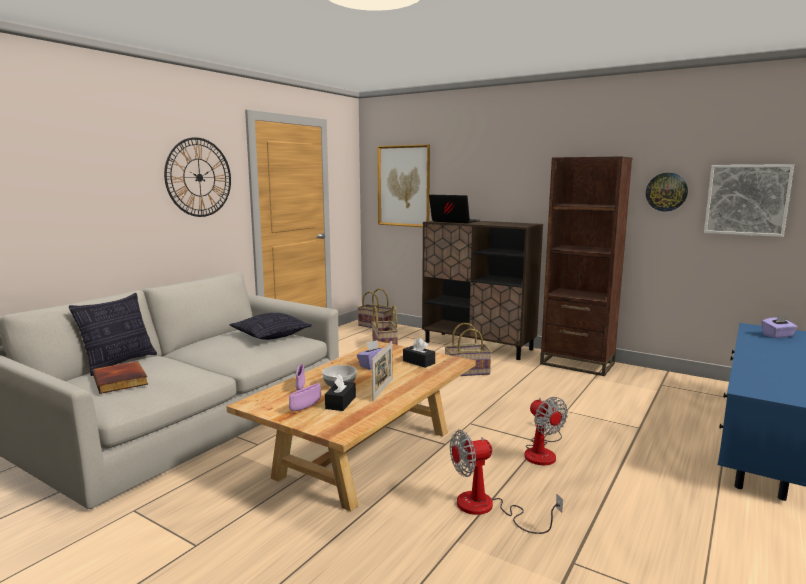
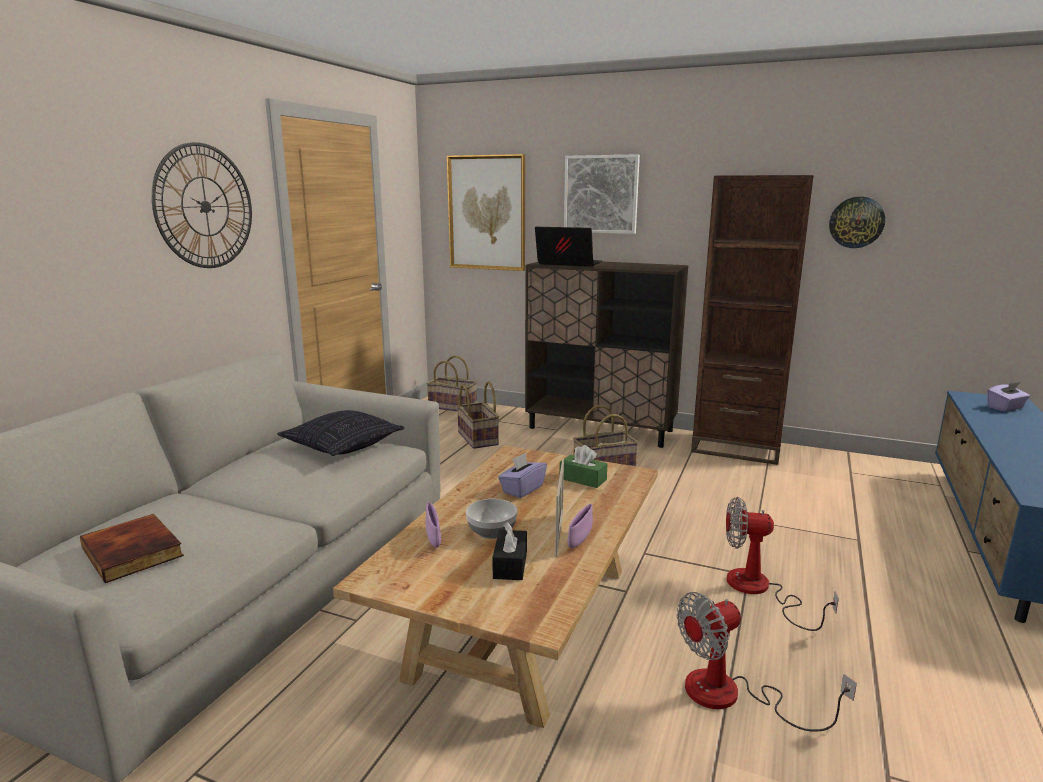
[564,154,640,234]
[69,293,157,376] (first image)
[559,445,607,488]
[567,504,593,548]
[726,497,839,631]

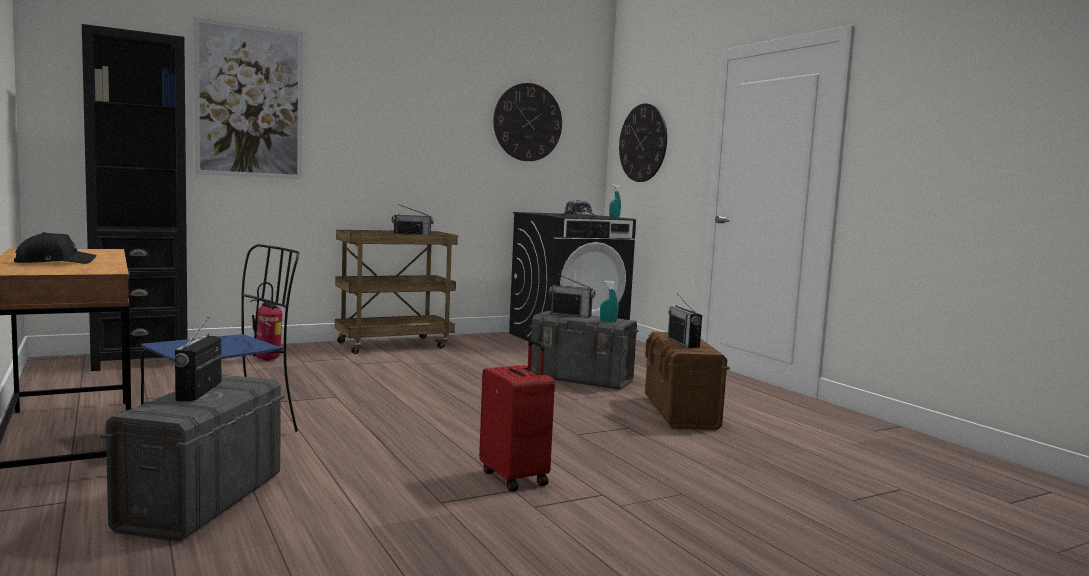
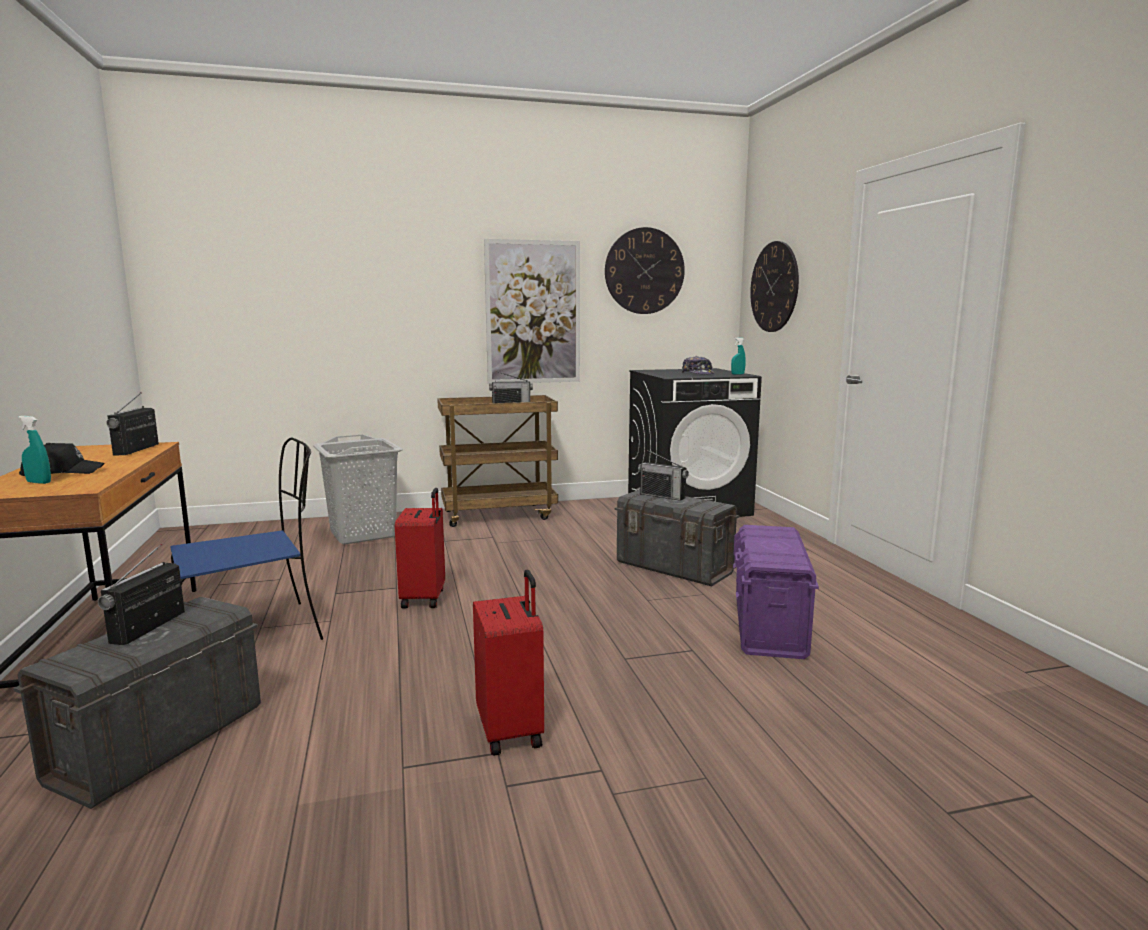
[484,239,580,384]
[82,24,188,371] (first image)
[18,416,51,484]
[313,434,403,545]
[106,392,159,455]
[733,525,819,659]
[395,488,445,609]

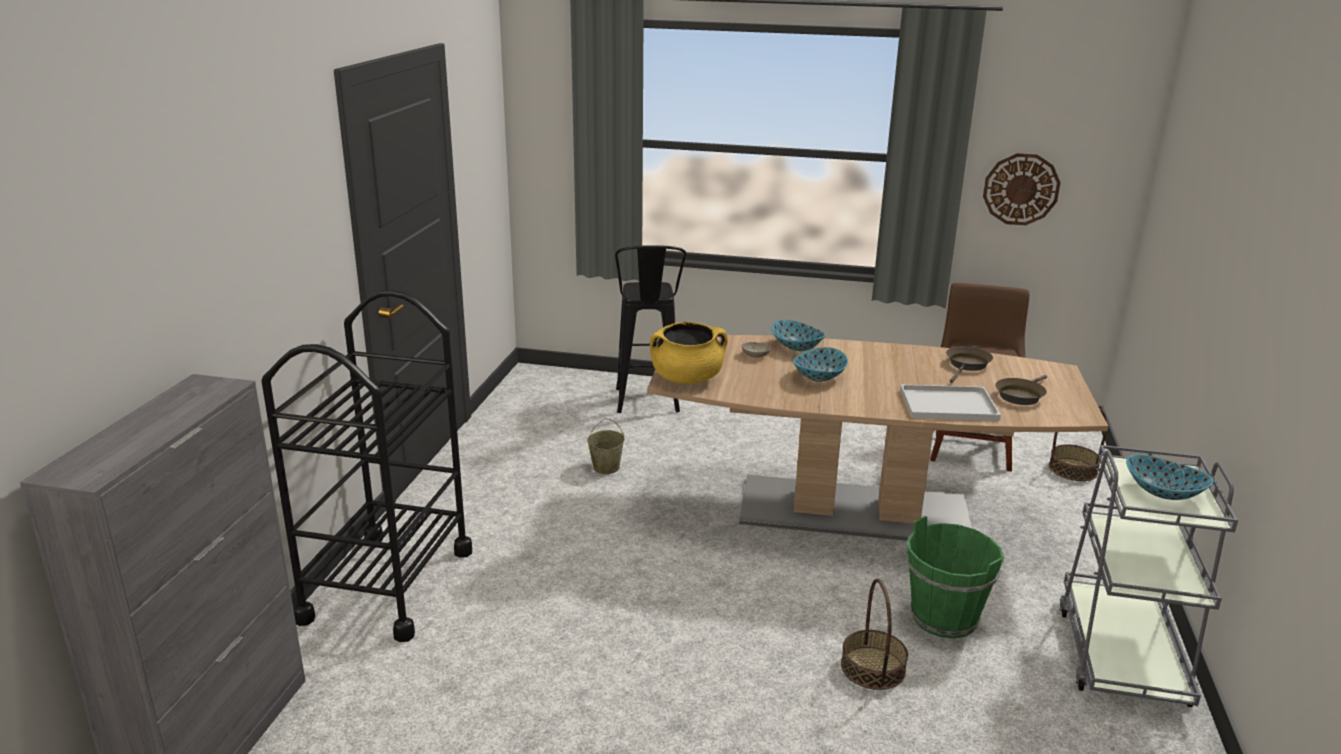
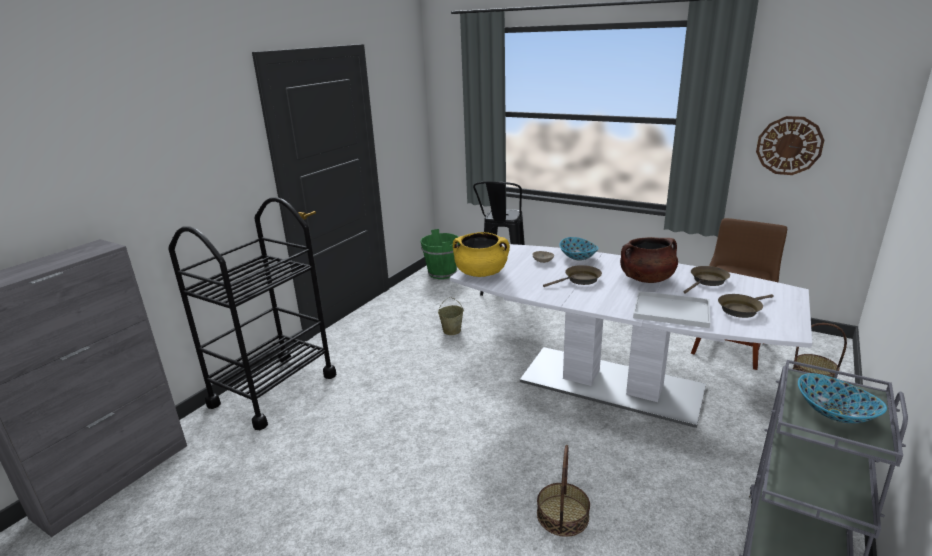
[450,244,812,428]
[543,265,602,287]
[420,229,460,279]
[620,237,678,283]

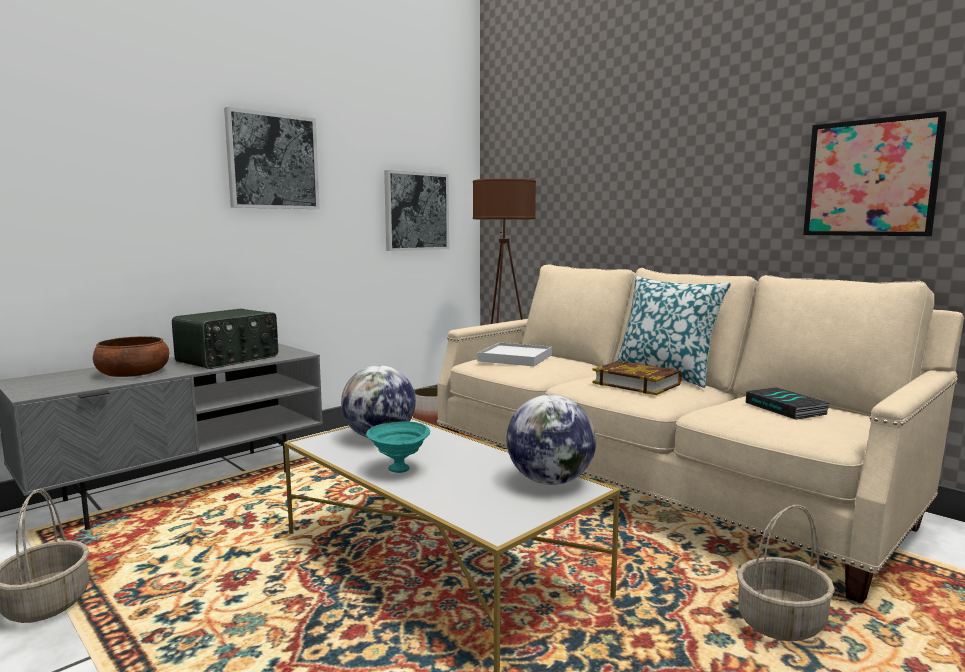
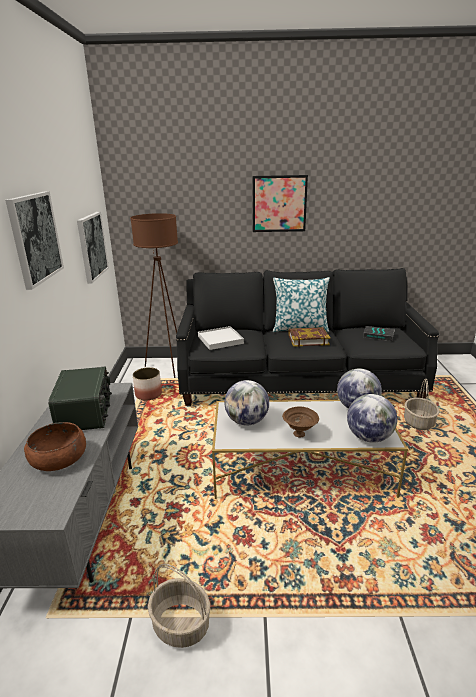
[253,175,308,232]
[176,268,439,406]
[282,407,319,438]
[347,394,397,443]

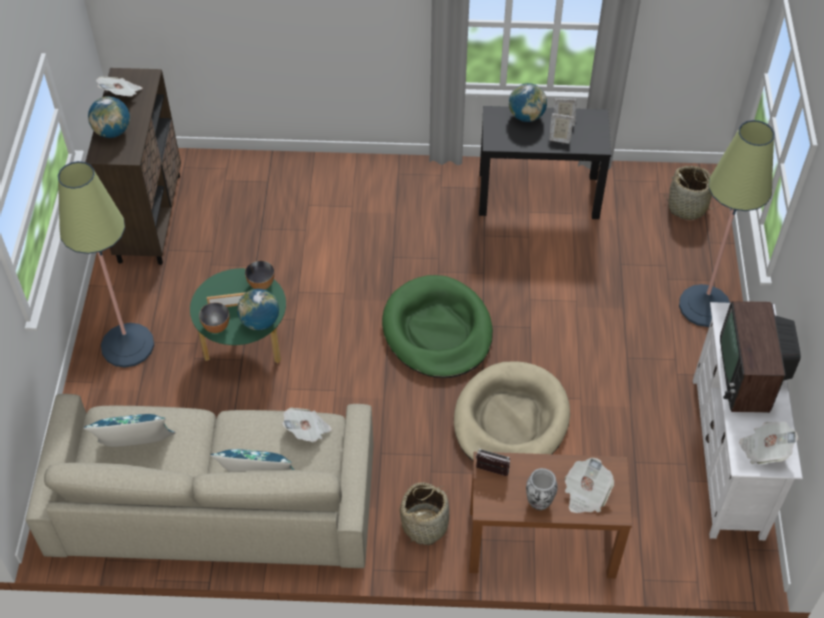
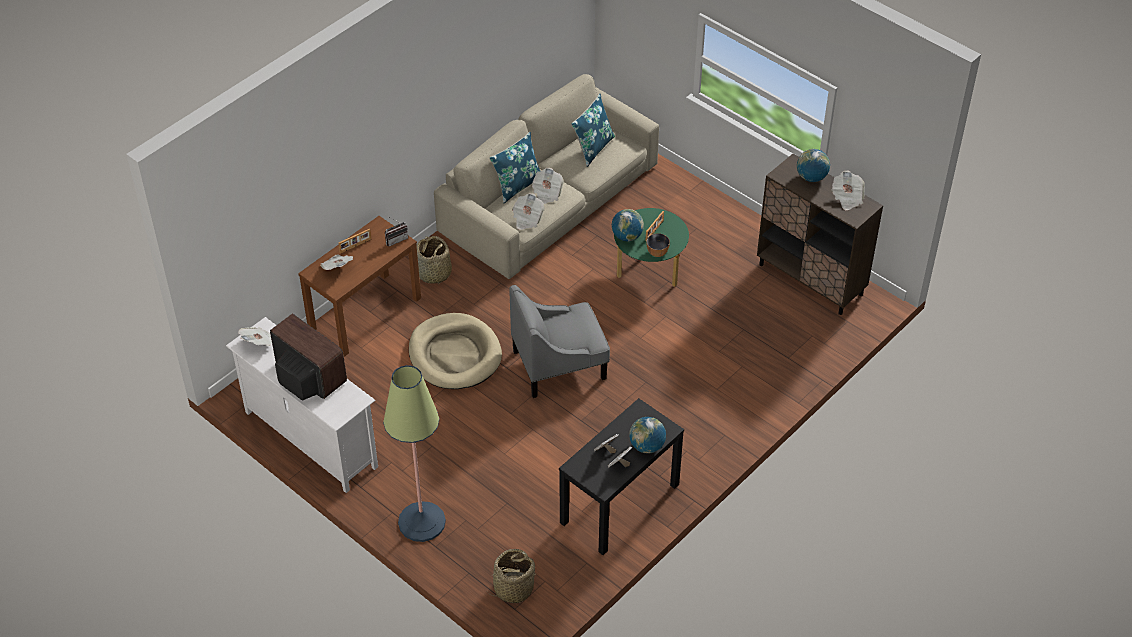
[58,161,154,368] (first image)
[509,285,610,398]
[199,302,230,333] (first image)
[338,229,371,254]
[531,168,564,204]

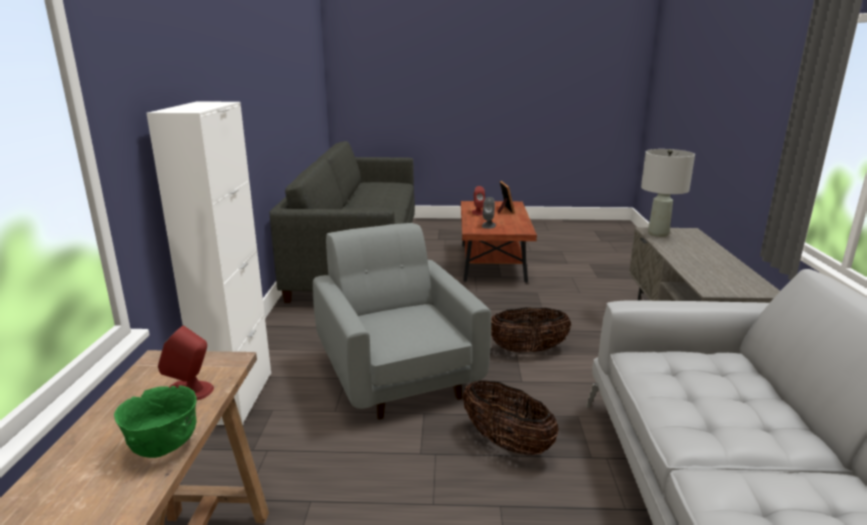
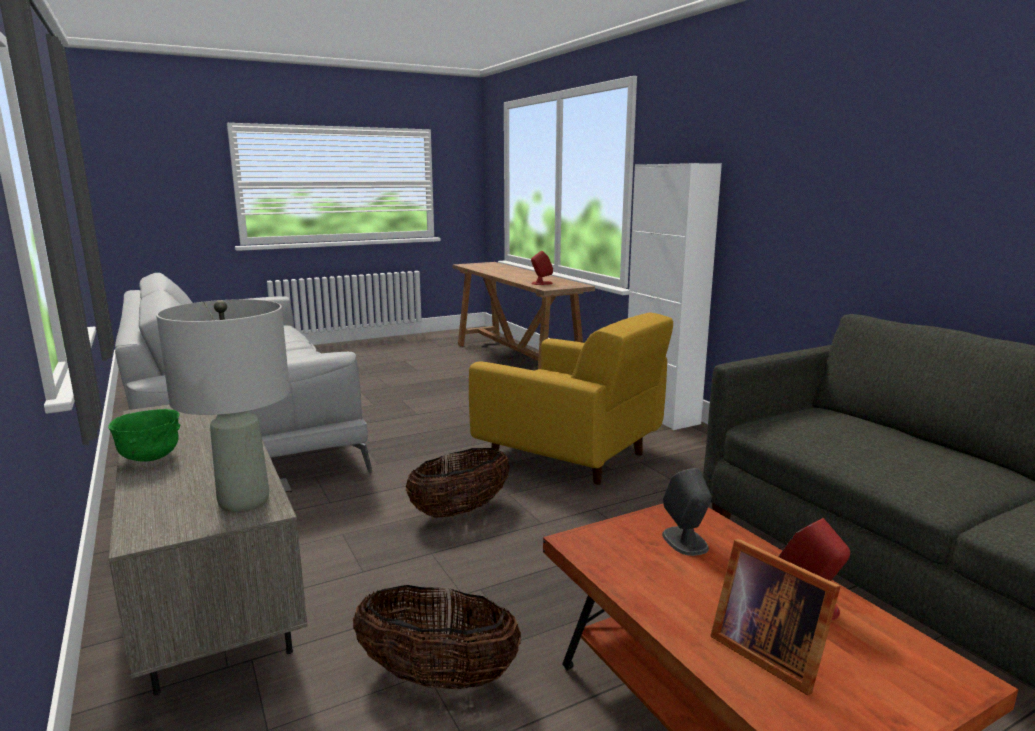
[469,312,673,485]
[353,585,521,690]
[108,409,180,462]

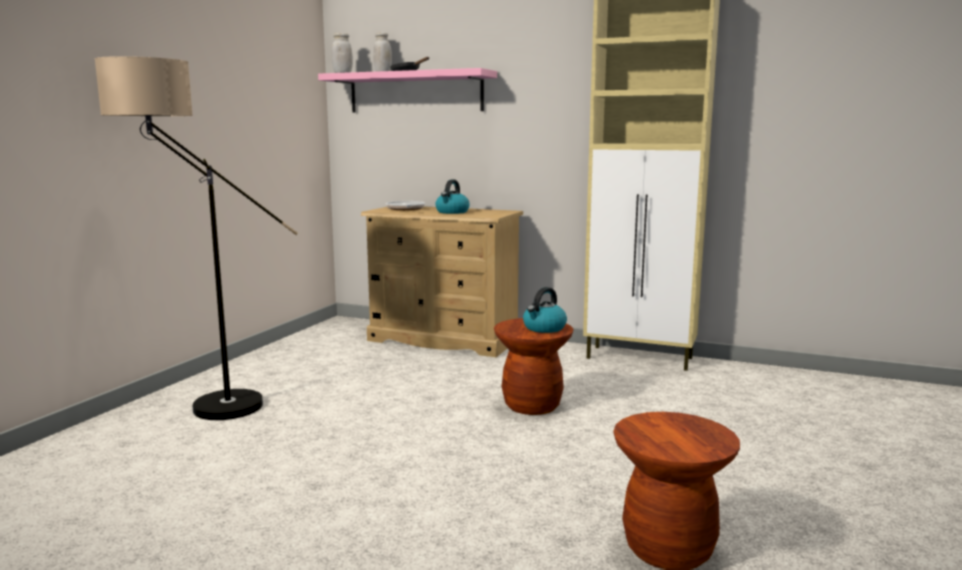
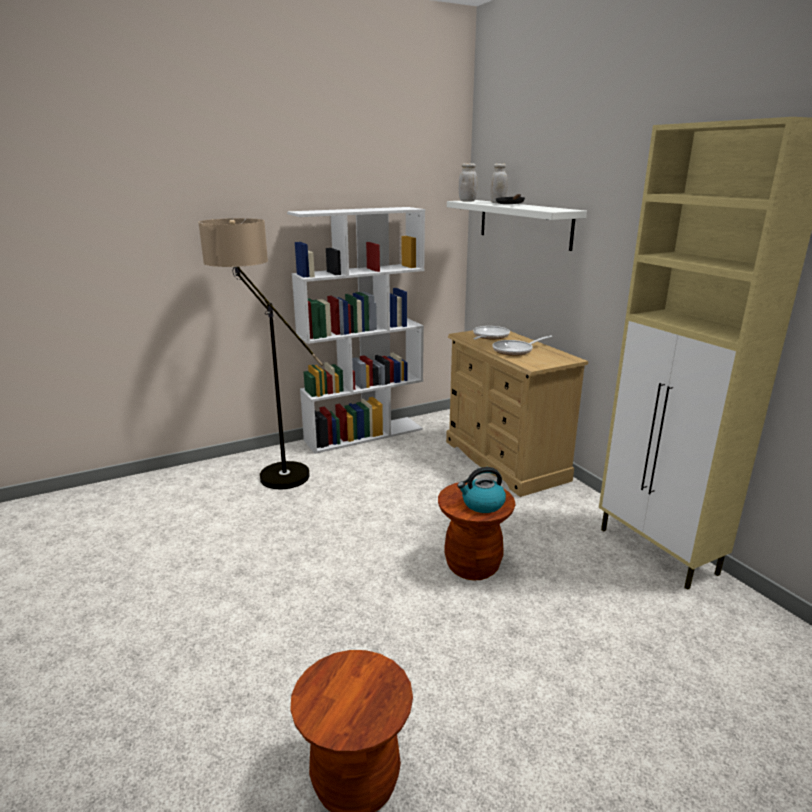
[447,200,587,251]
[492,335,552,356]
[287,207,425,454]

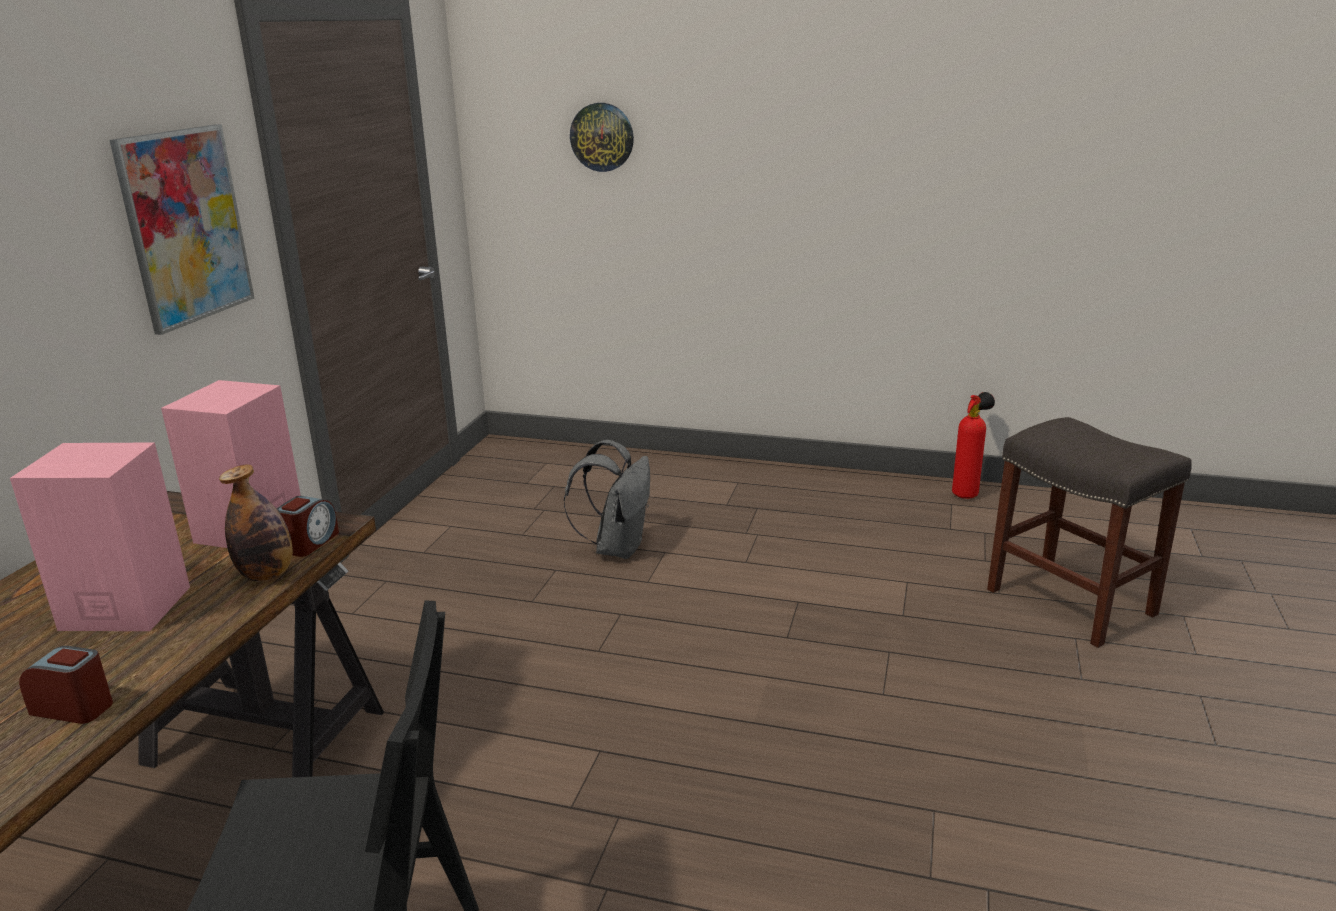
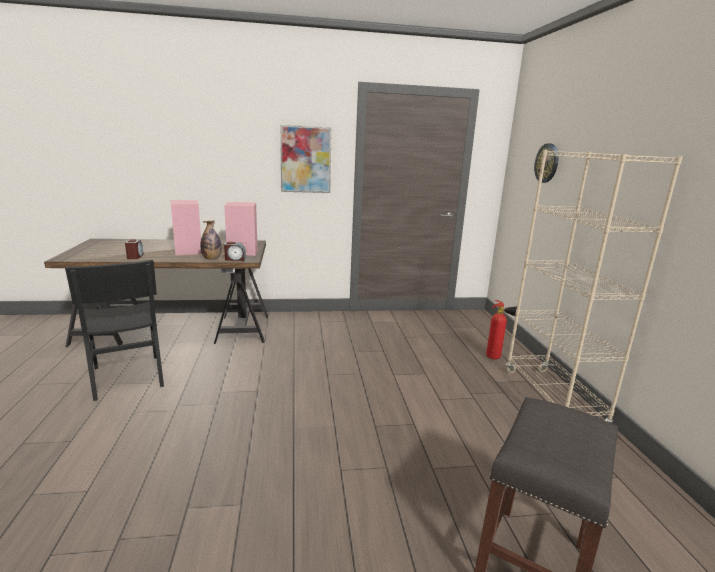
[486,300,517,360]
[564,440,650,559] (first image)
[506,150,682,423]

